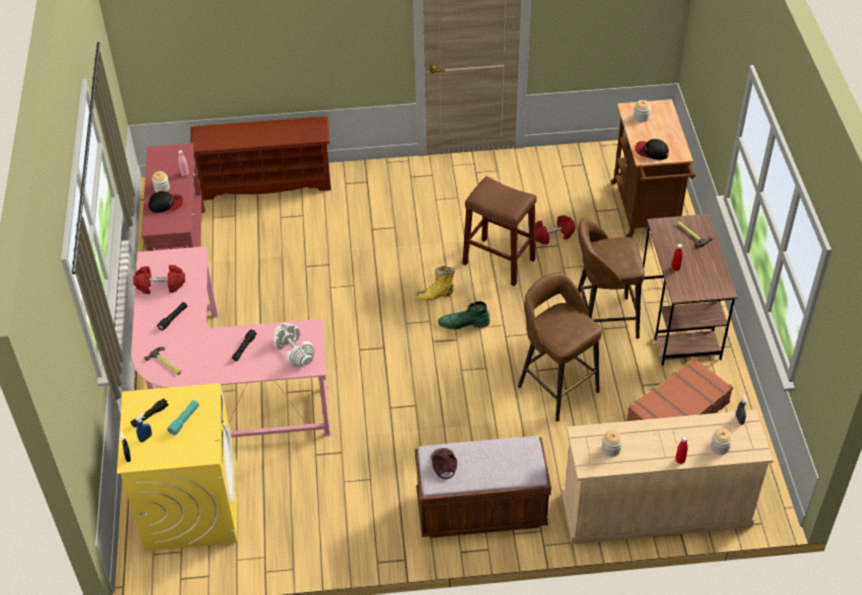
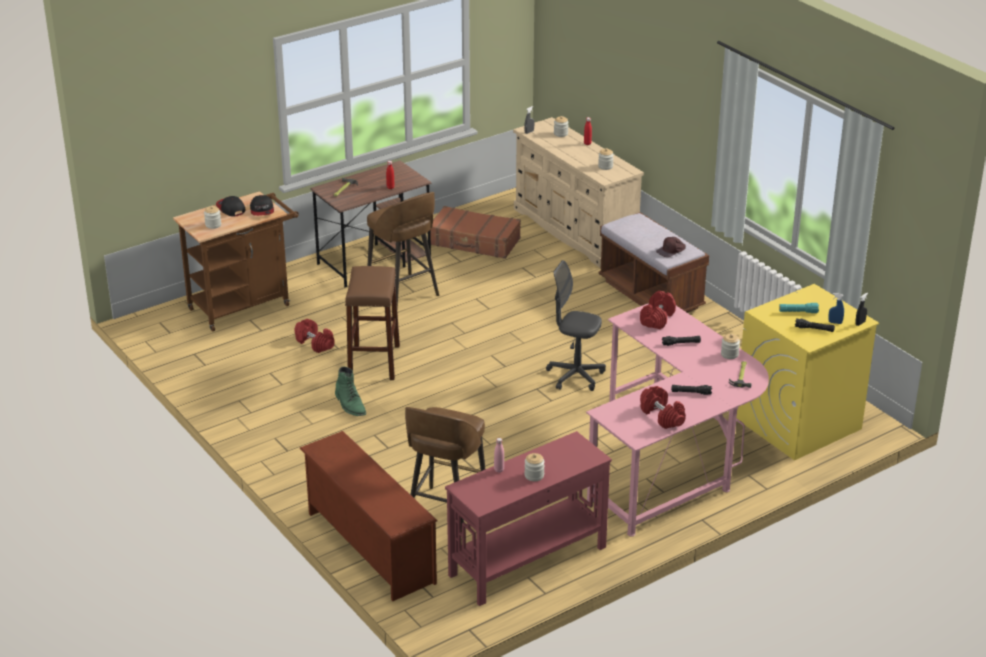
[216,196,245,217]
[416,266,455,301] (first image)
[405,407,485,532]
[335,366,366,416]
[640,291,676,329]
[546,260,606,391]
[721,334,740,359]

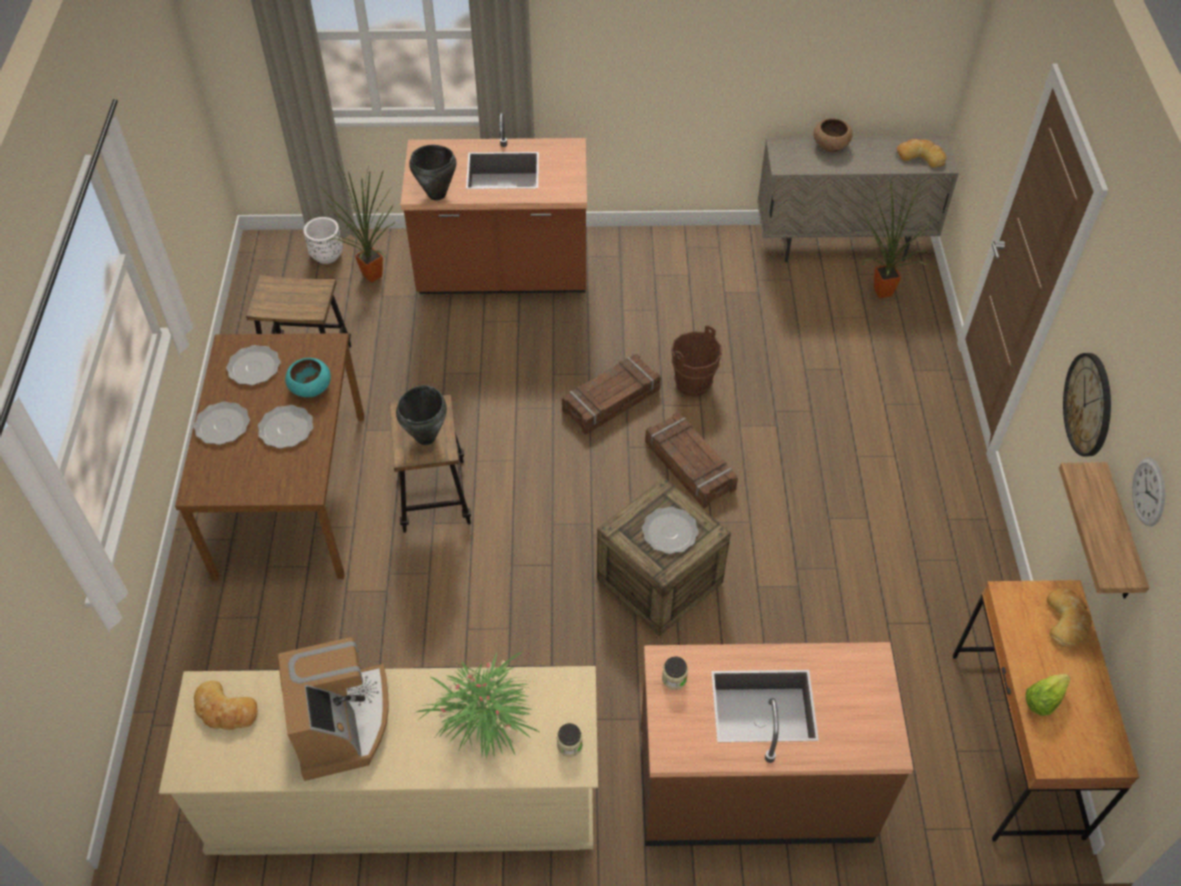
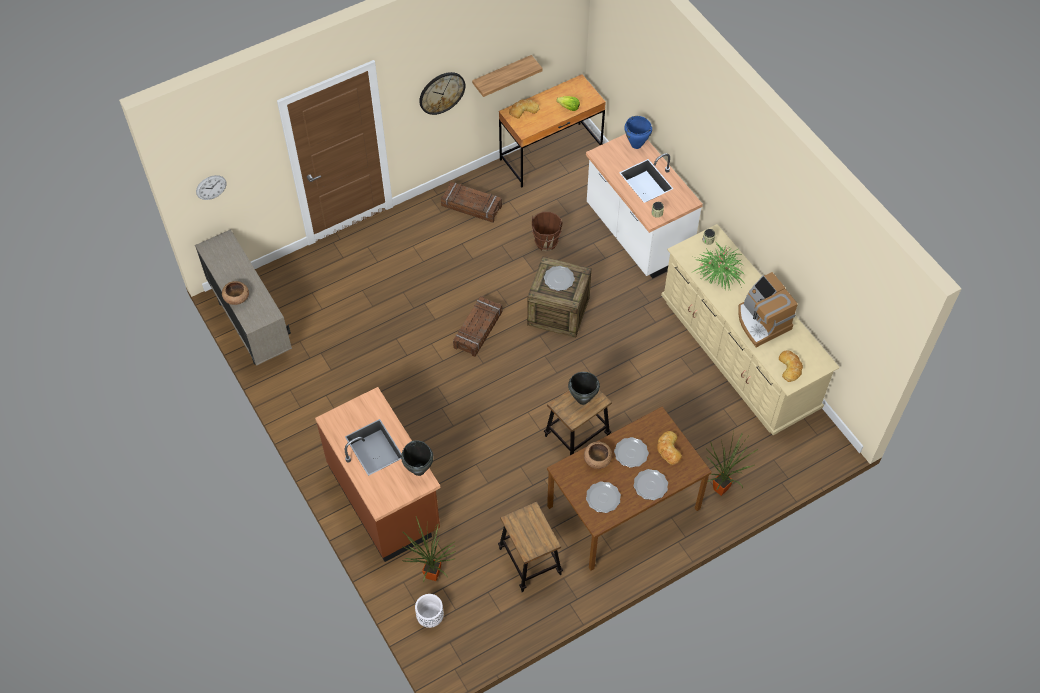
[657,431,682,465]
[706,430,758,496]
[532,212,562,251]
[441,182,502,223]
[584,442,612,469]
[196,175,227,200]
[738,272,798,347]
[586,134,703,279]
[624,116,652,149]

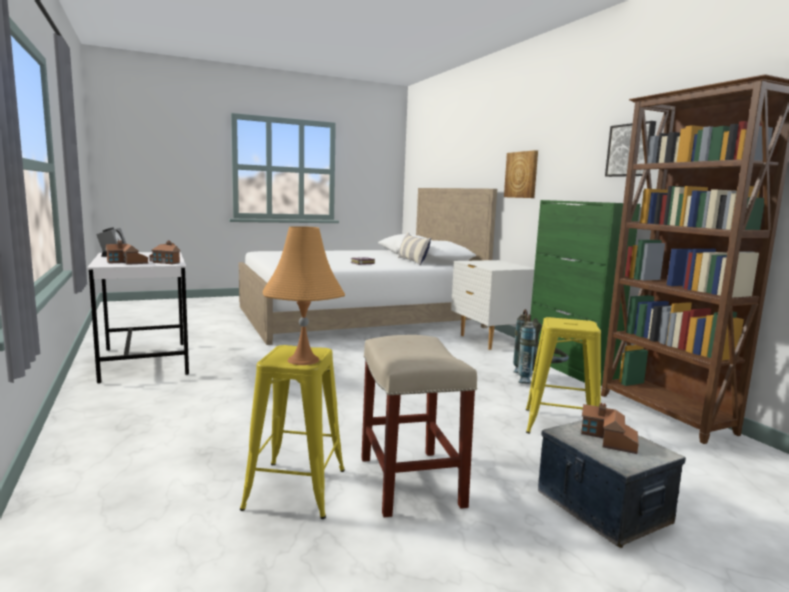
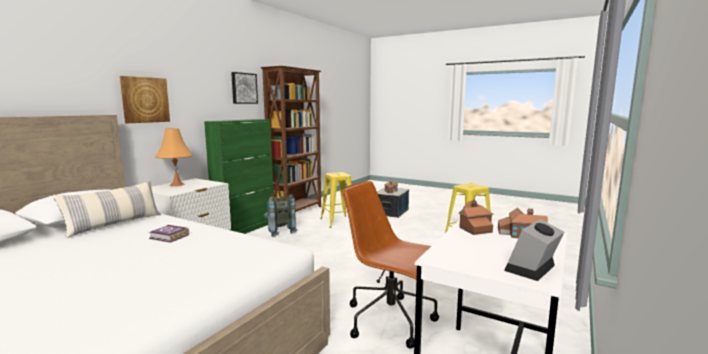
[155,128,193,186]
[361,335,477,517] (first image)
[343,181,439,348]

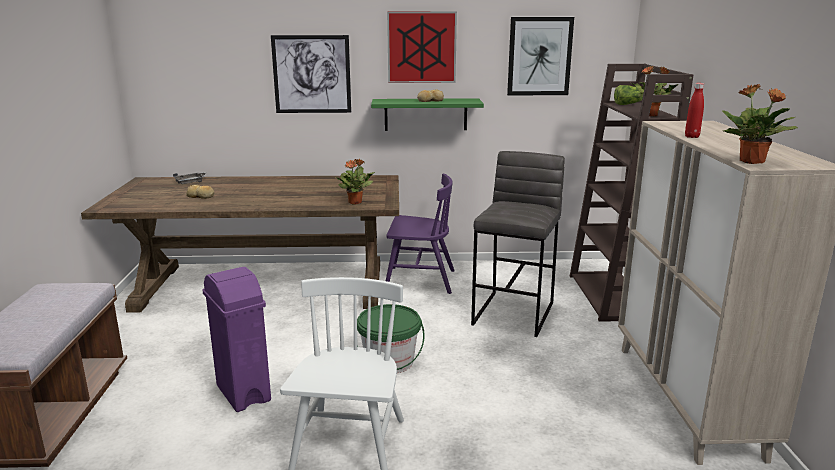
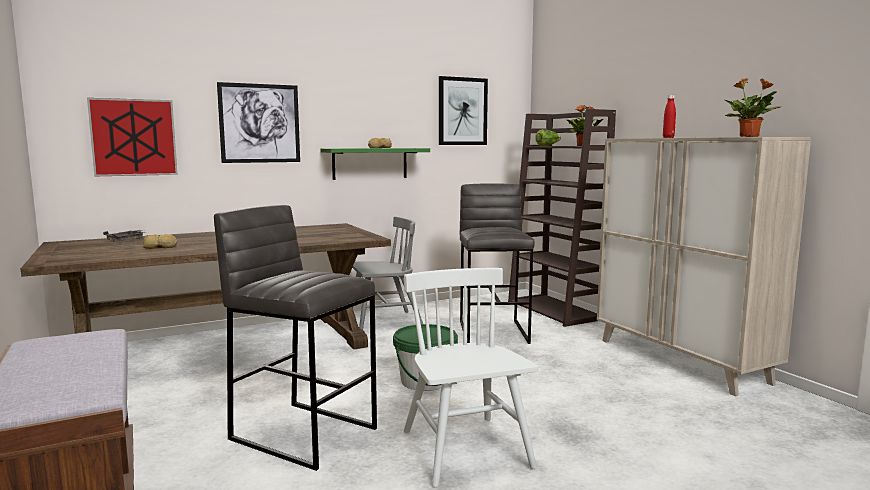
[87,98,178,177]
[336,159,375,204] (first image)
[352,217,423,330]
[214,205,377,471]

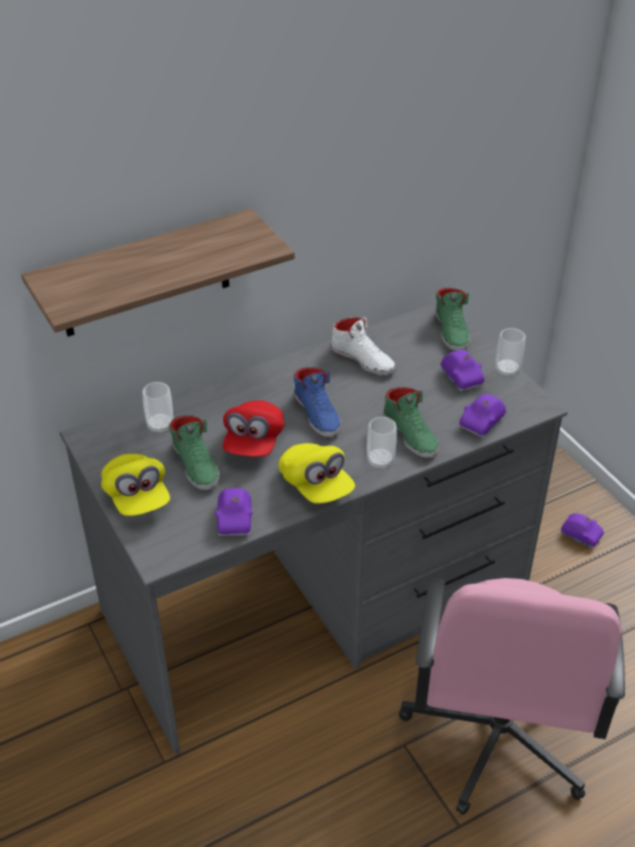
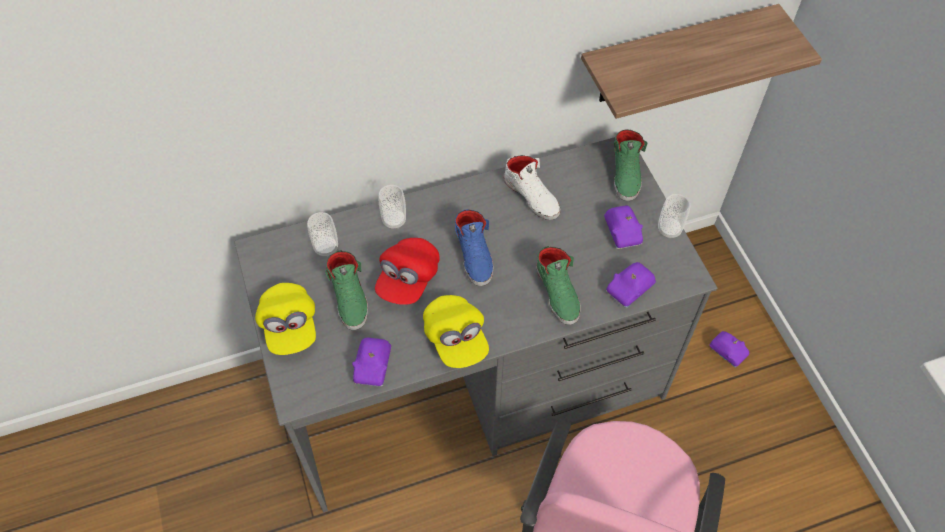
[581,4,822,119]
[379,185,406,229]

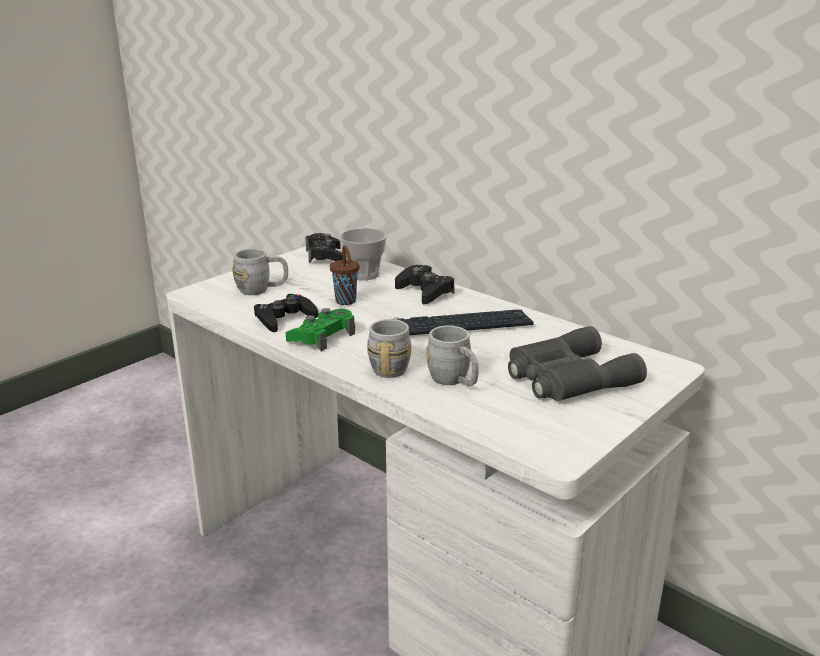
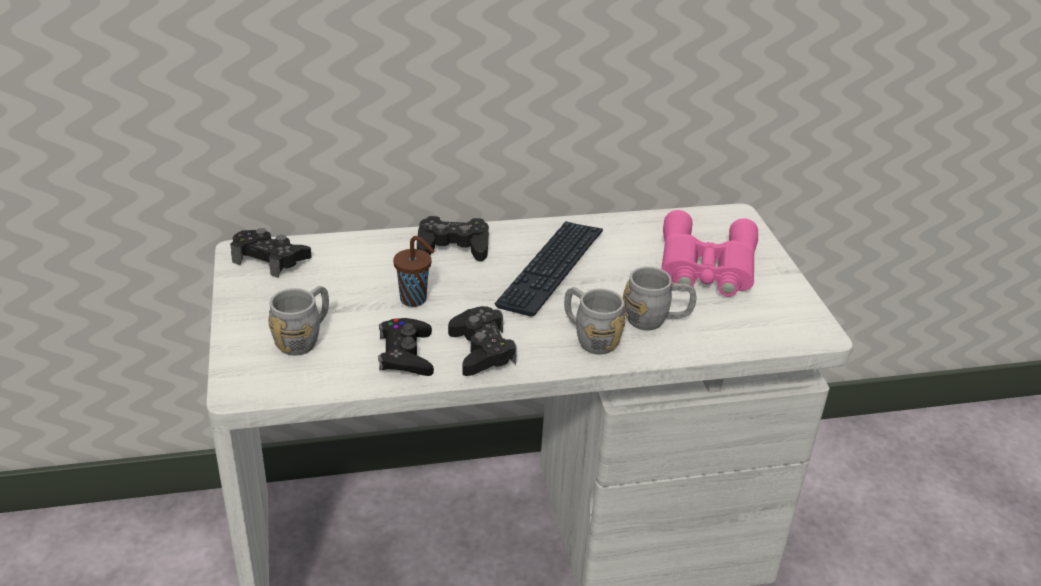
[340,228,387,280] (first image)
[448,306,517,376]
[661,210,758,297]

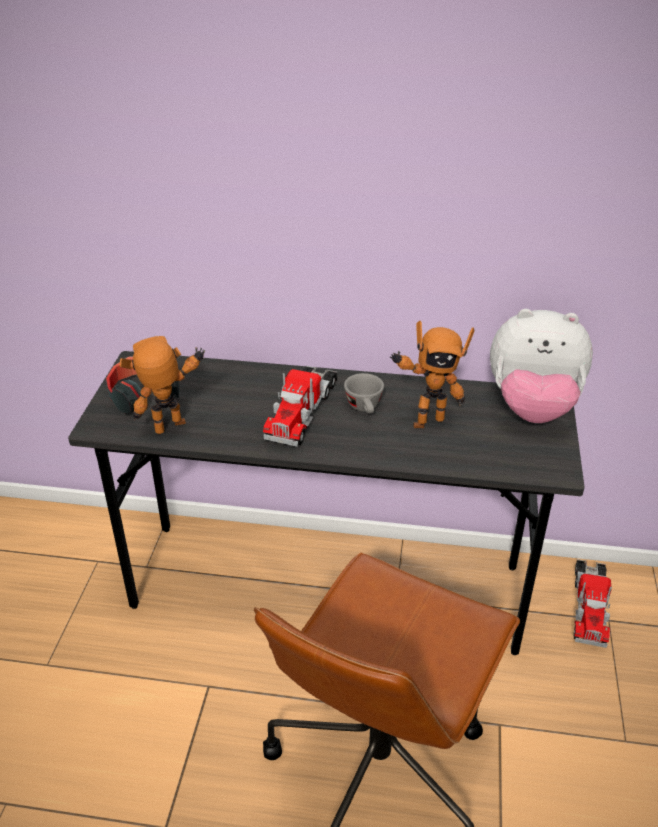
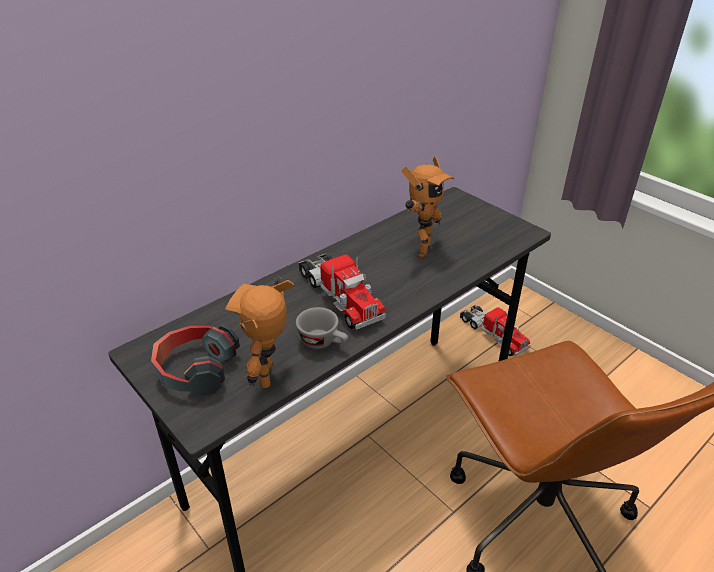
[490,309,593,423] (first image)
[296,307,348,349]

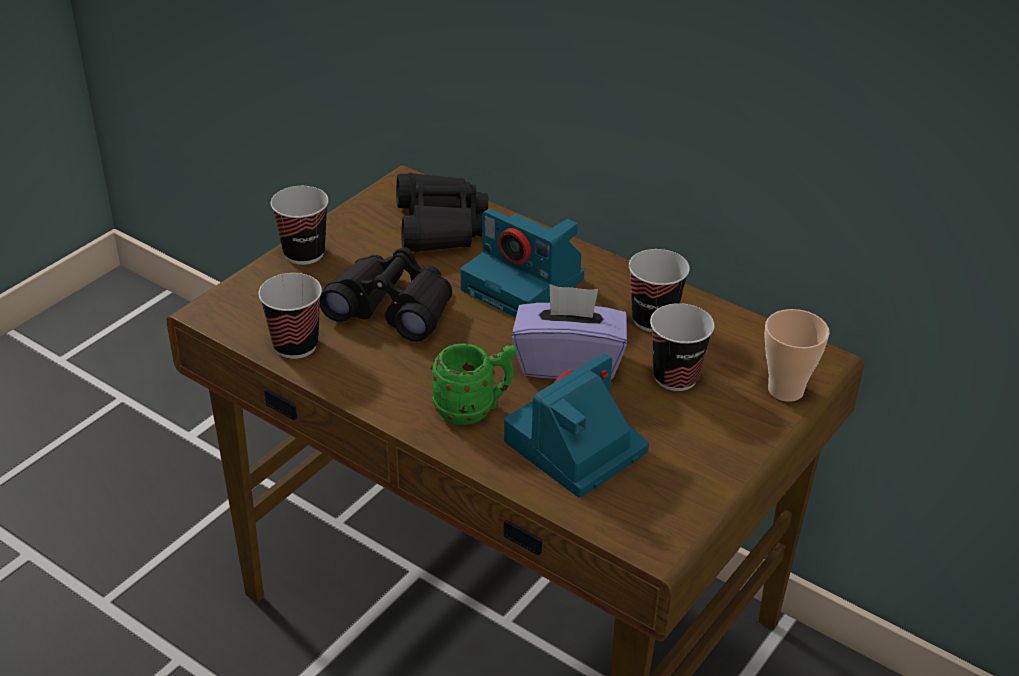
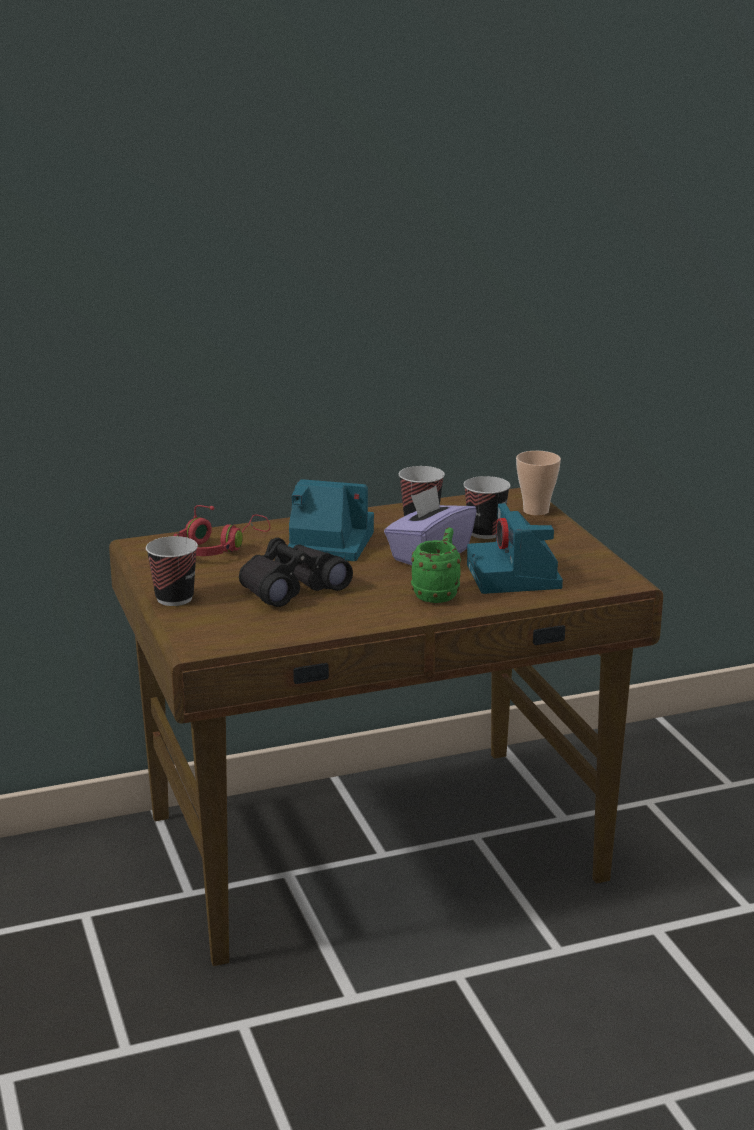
[174,505,270,556]
[288,479,374,561]
[258,273,322,359] (first image)

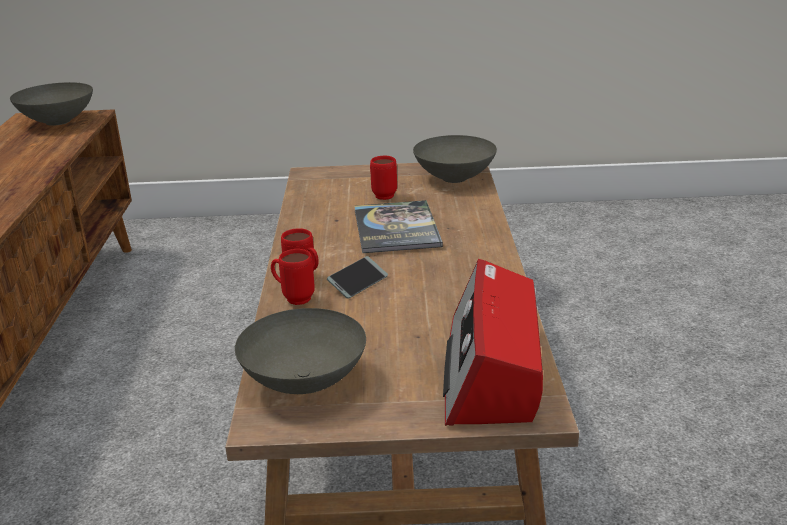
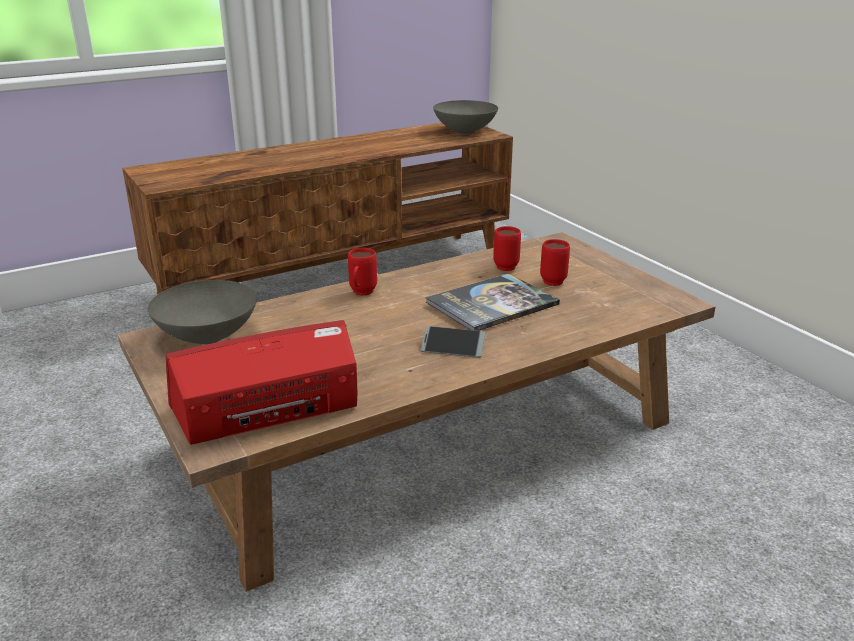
[413,135,497,183] (first image)
[493,226,521,271]
[421,326,485,358]

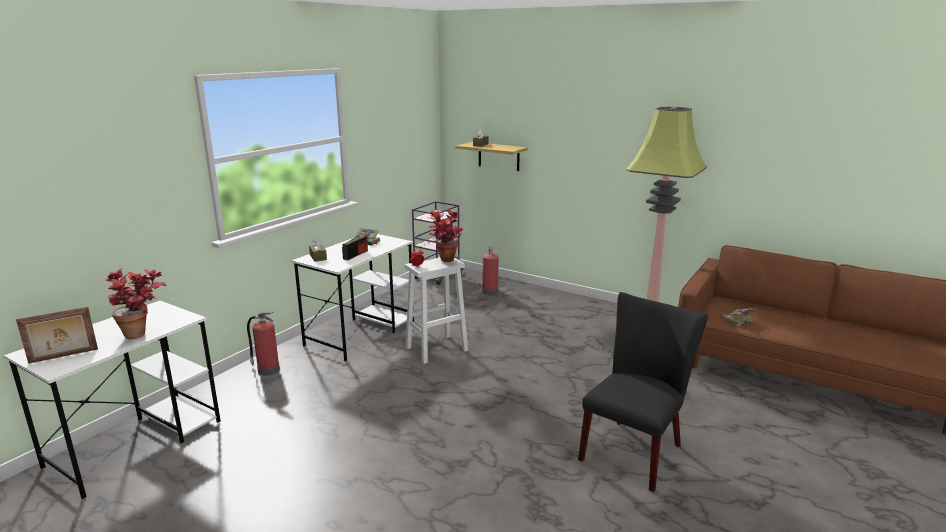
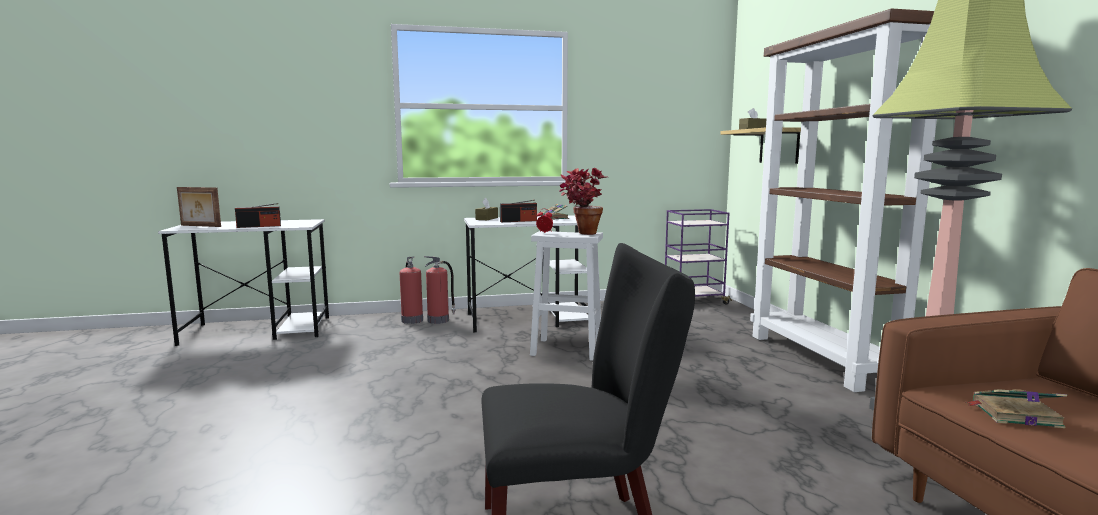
[424,256,456,324]
[235,203,281,228]
[750,8,937,392]

